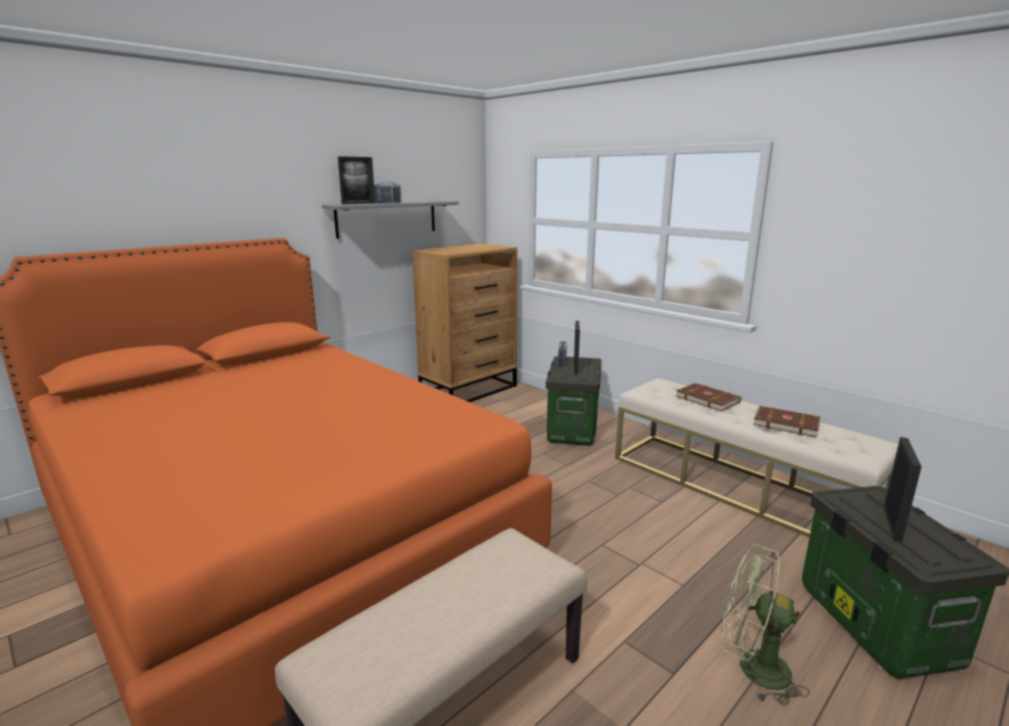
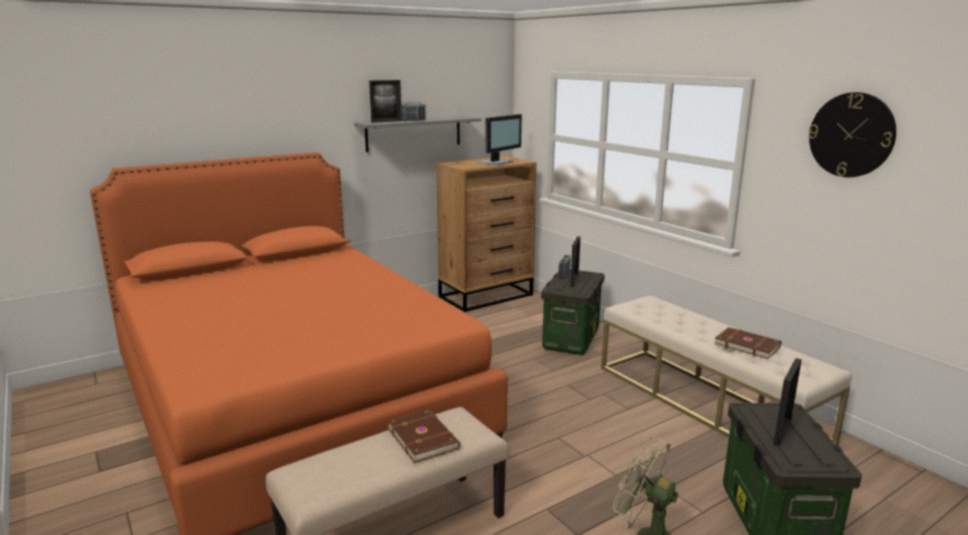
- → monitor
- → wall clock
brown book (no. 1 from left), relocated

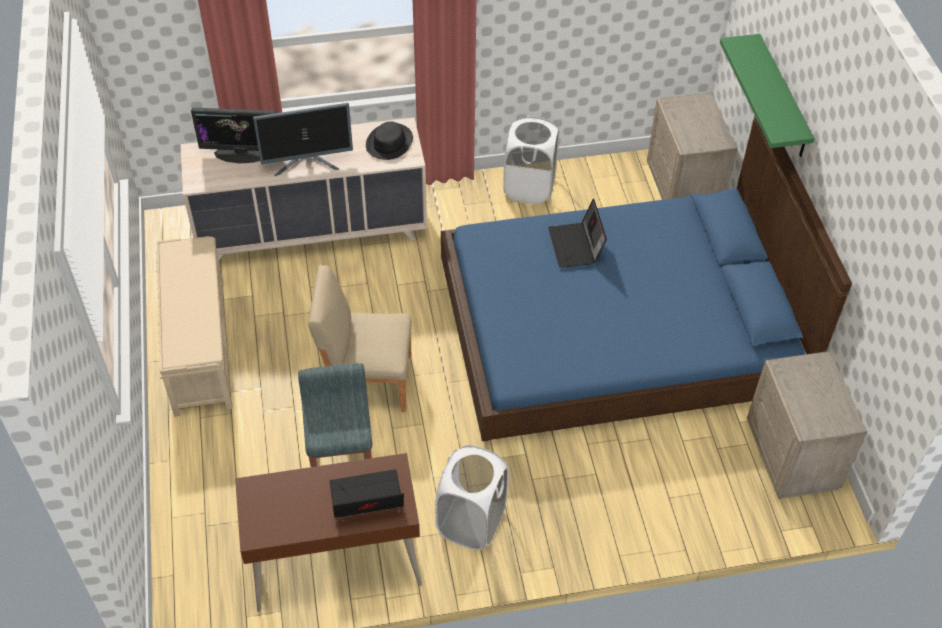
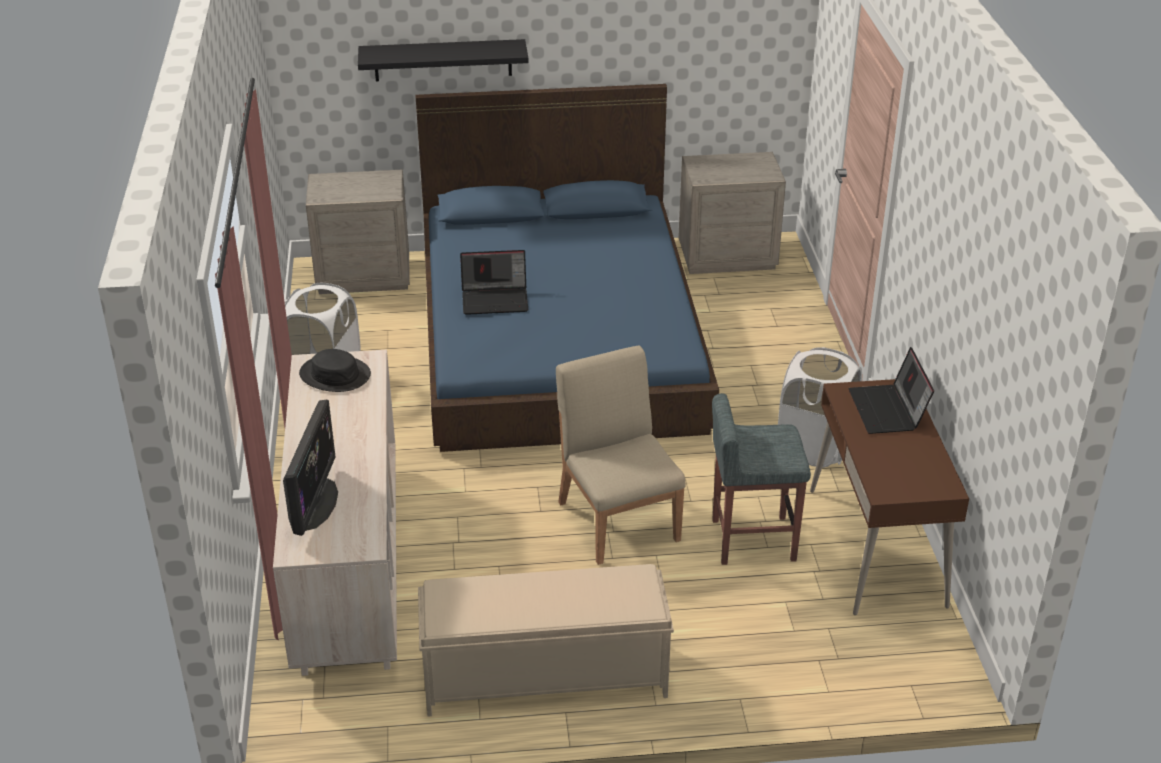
monitor (no. 2 from left) → -
green shelf → black shelf
beige chair, 150 degrees clockwise

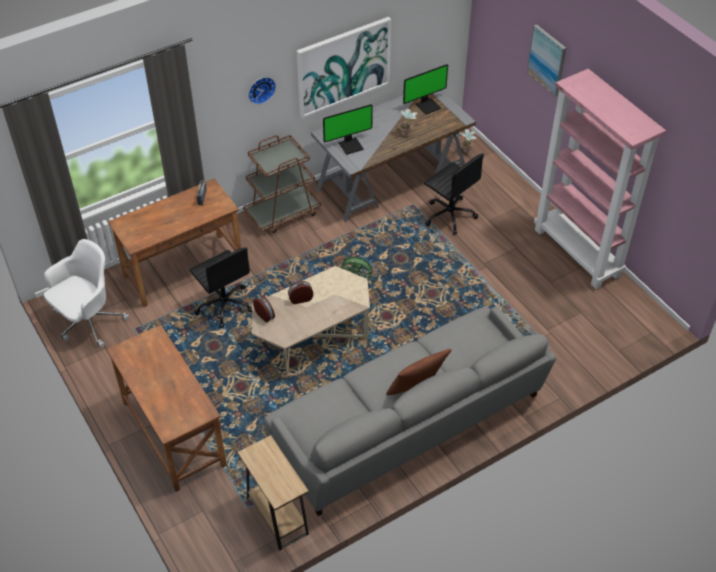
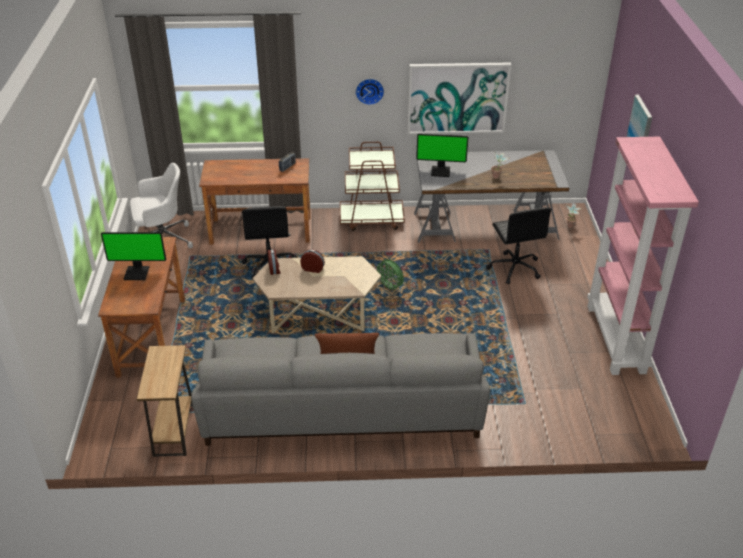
monitor (no. 2 from left in the first image) → monitor (no. 1 from left), relocated

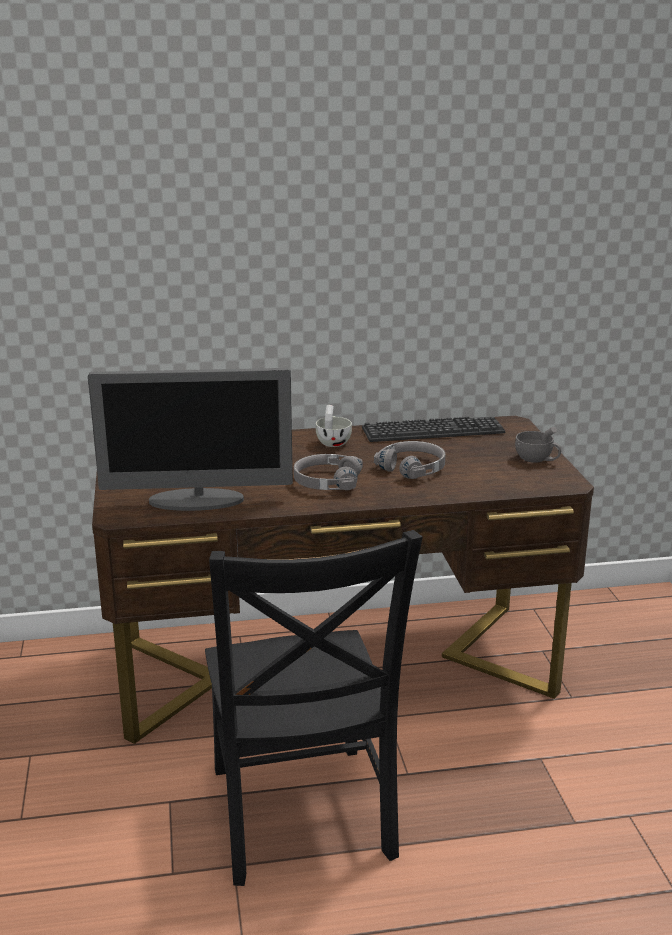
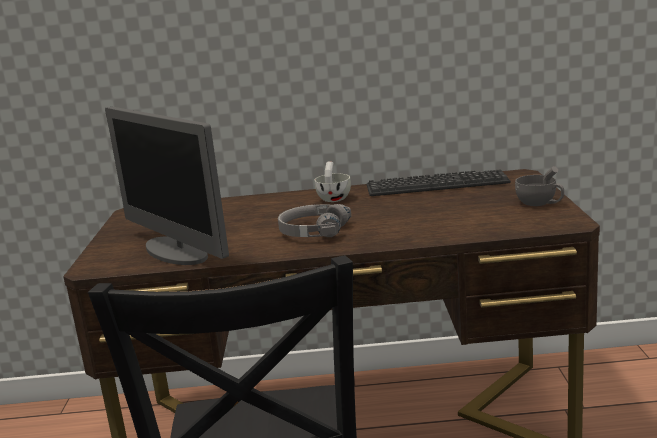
grey headphones (no. 2 from left) → -
monitor, 45 degrees clockwise

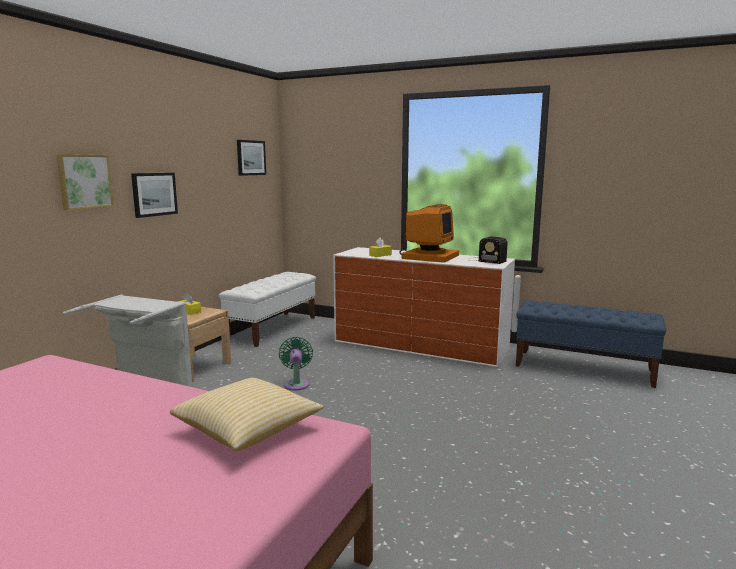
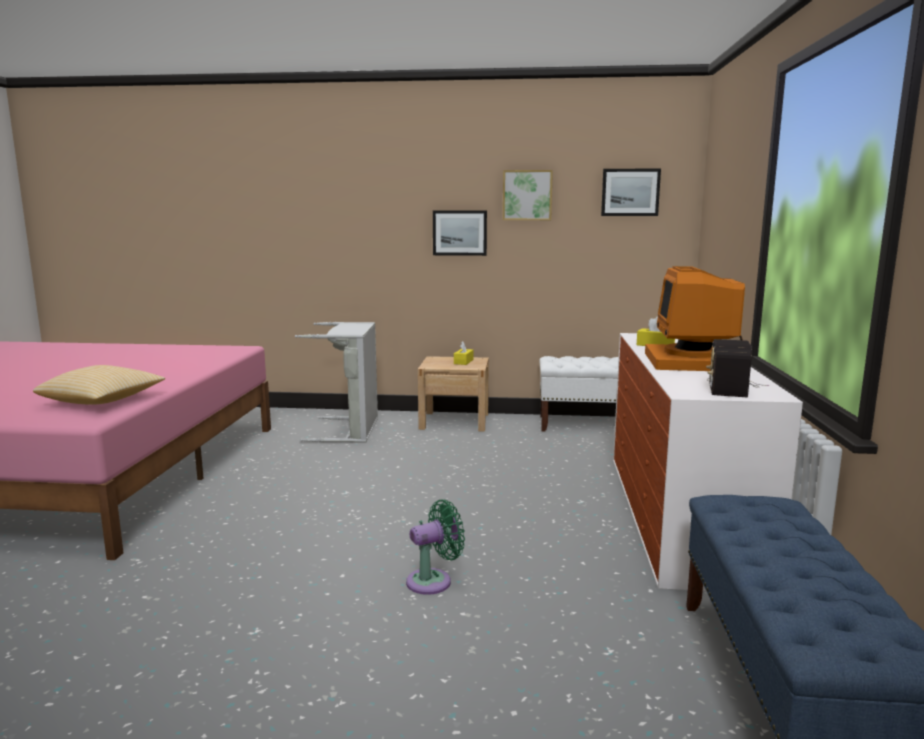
picture (no. 1 from left in the first image) → picture (no. 2 from left), relocated
green fan, relocated
monitor, 90 degrees clockwise

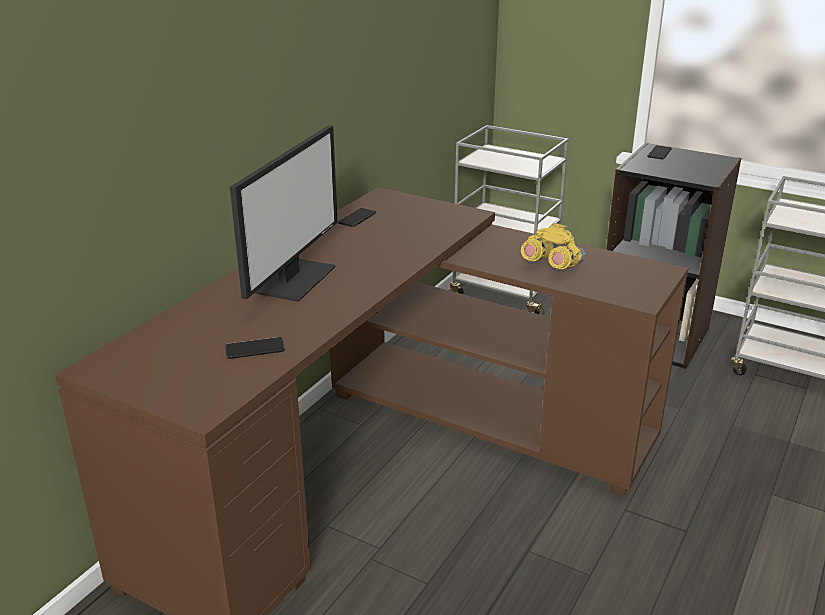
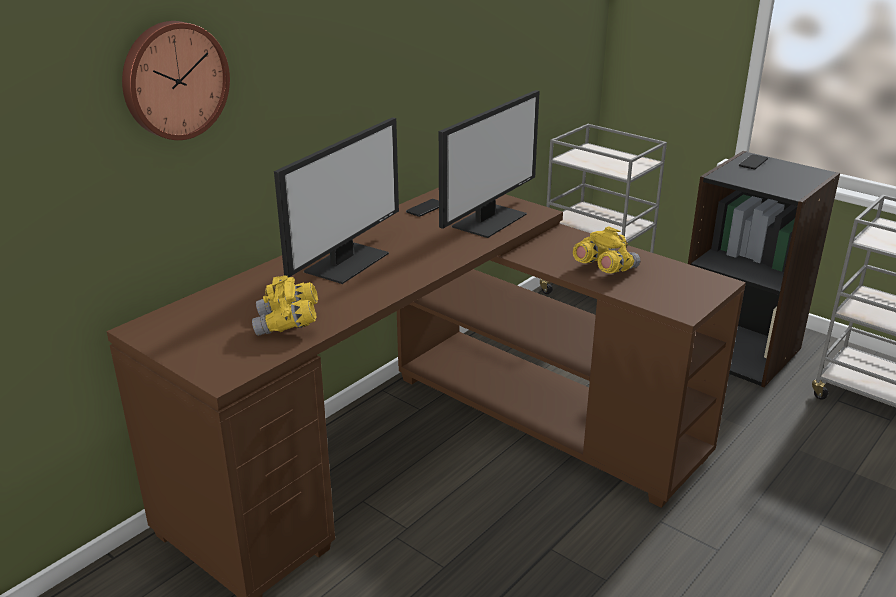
- → wall clock
- → monitor (no. 2 from left)
phone (no. 1 from left) → yellow binoculars (no. 1 from left)

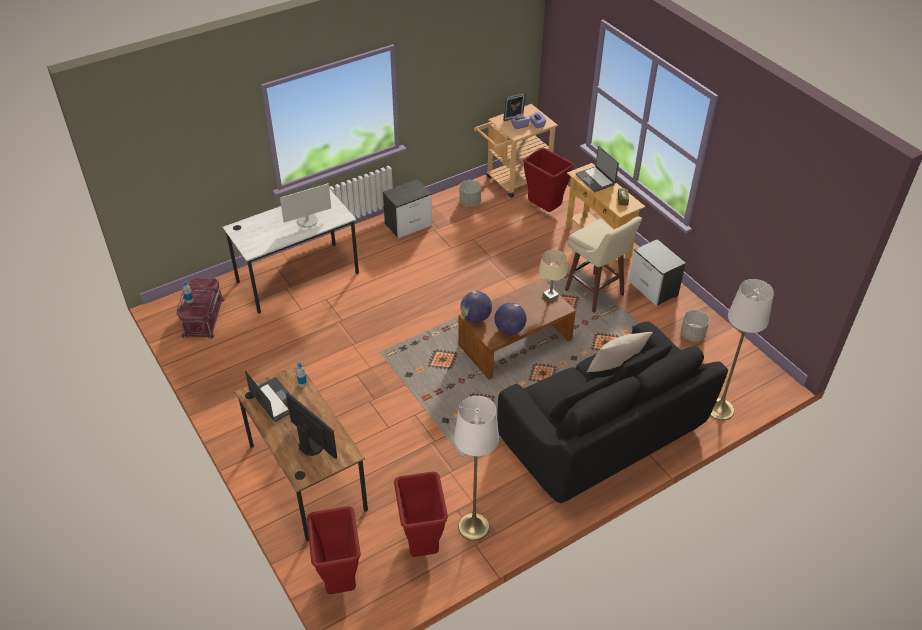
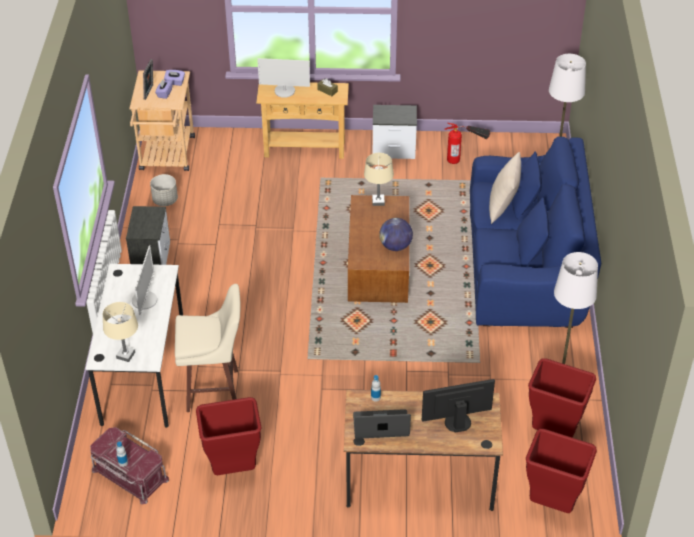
globe (no. 1 from left) → -
- → beige table lamp (no. 1 from left)
red trash can (no. 3 from left in the first image) → red trash can (no. 1 from left), relocated
beige stool, relocated
laptop (no. 2 from left) → monitor (no. 2 from left)
grey planter (no. 2 from left) → fire extinguisher
black sofa → blue sofa

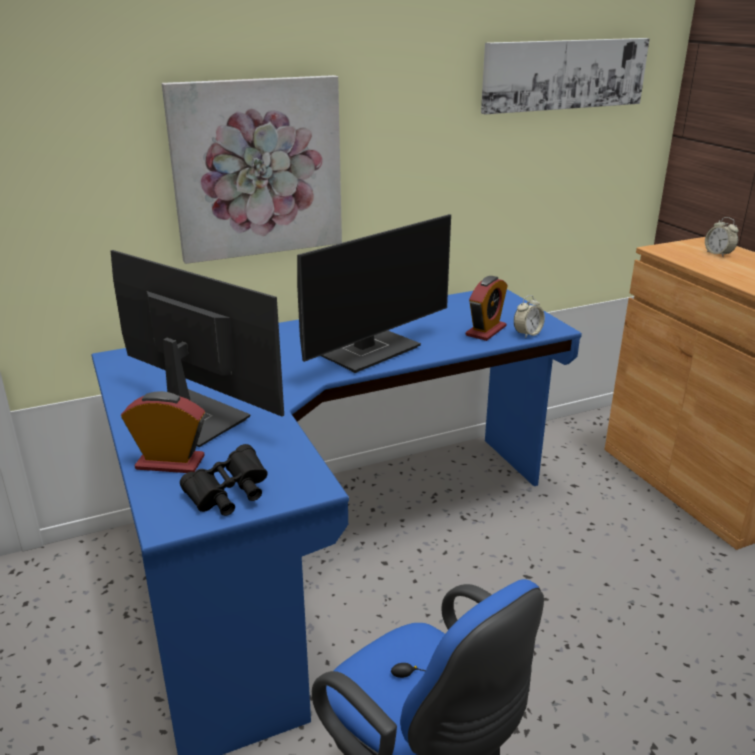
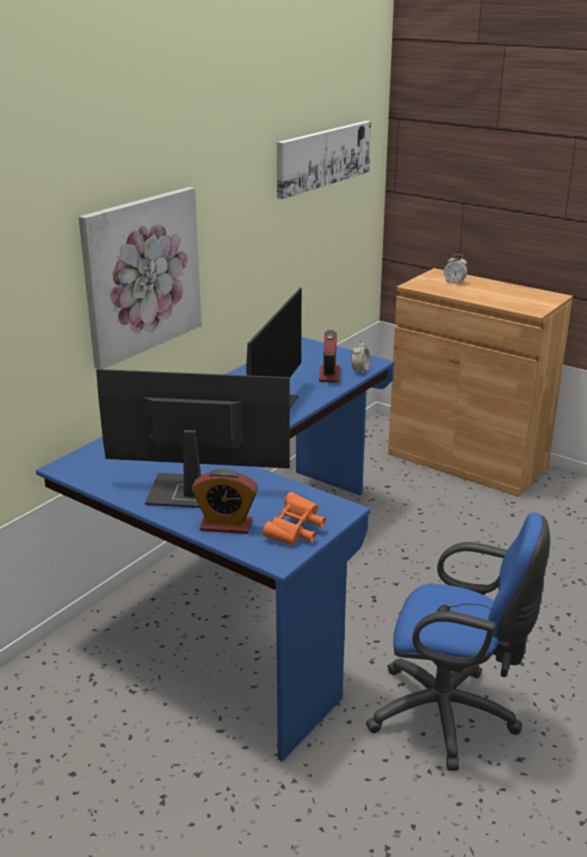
black binoculars → orange binoculars
alarm clock (no. 1 from left), 150 degrees counterclockwise

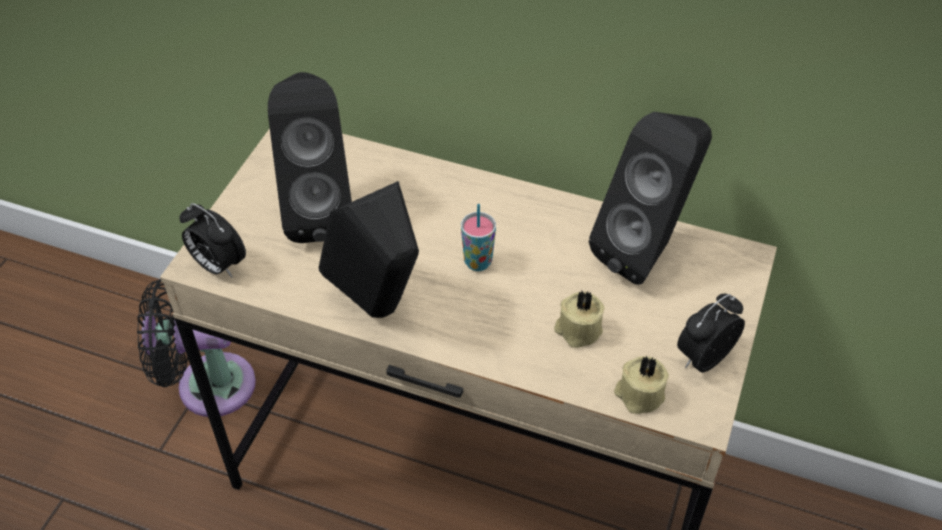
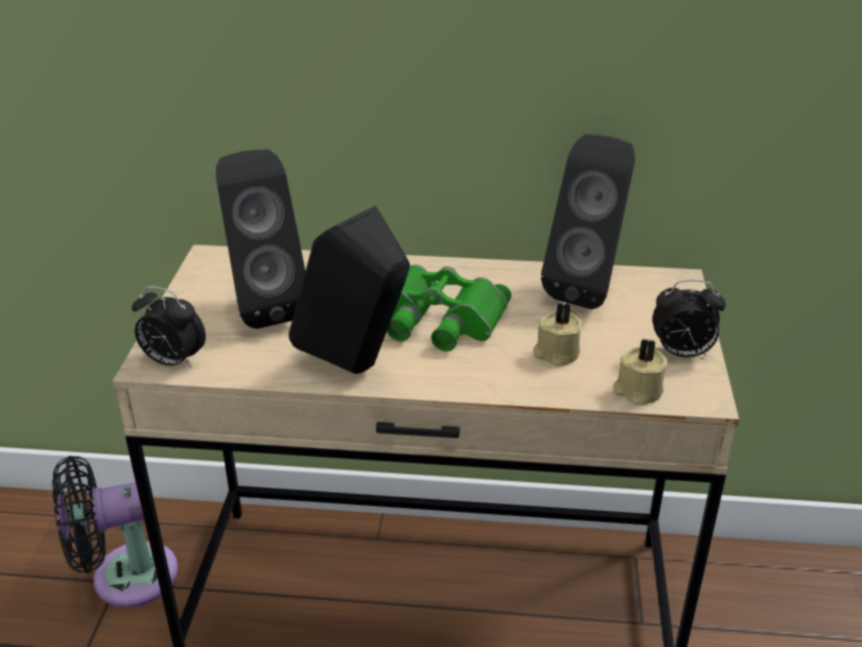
cup → green binoculars
alarm clock (no. 2 from left), 120 degrees counterclockwise

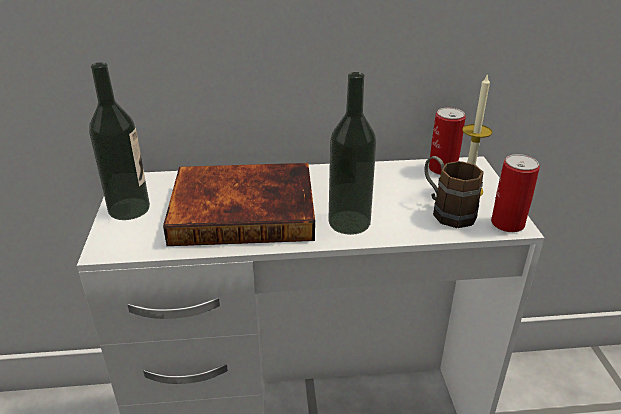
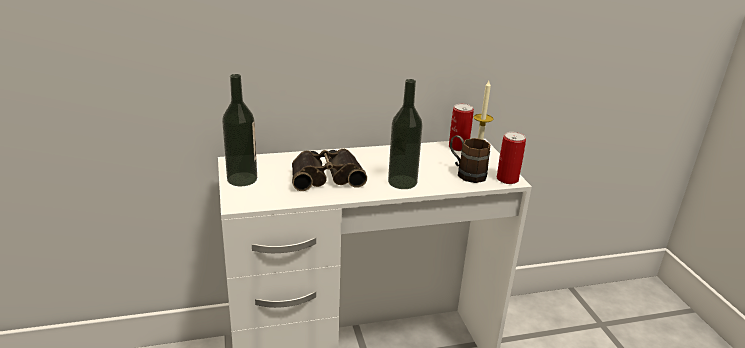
book → binoculars

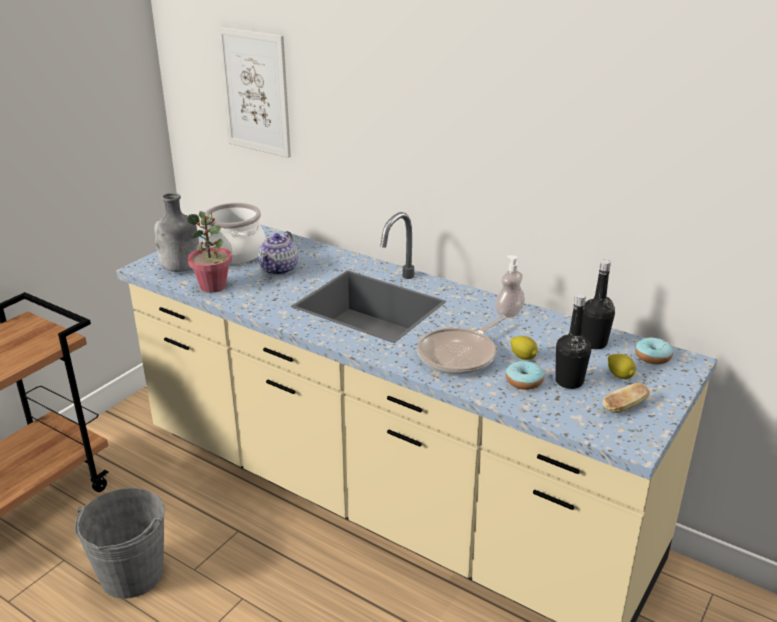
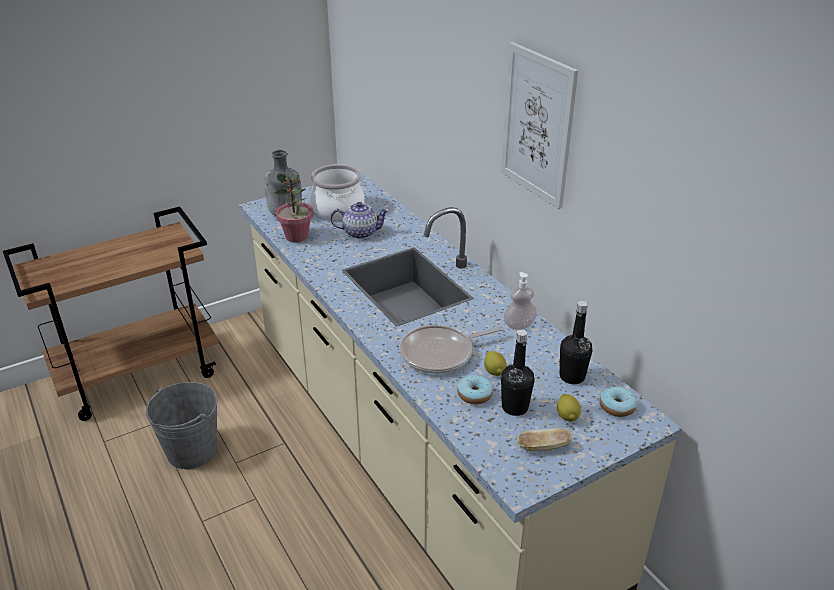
picture, relocated
teapot, 135 degrees counterclockwise

